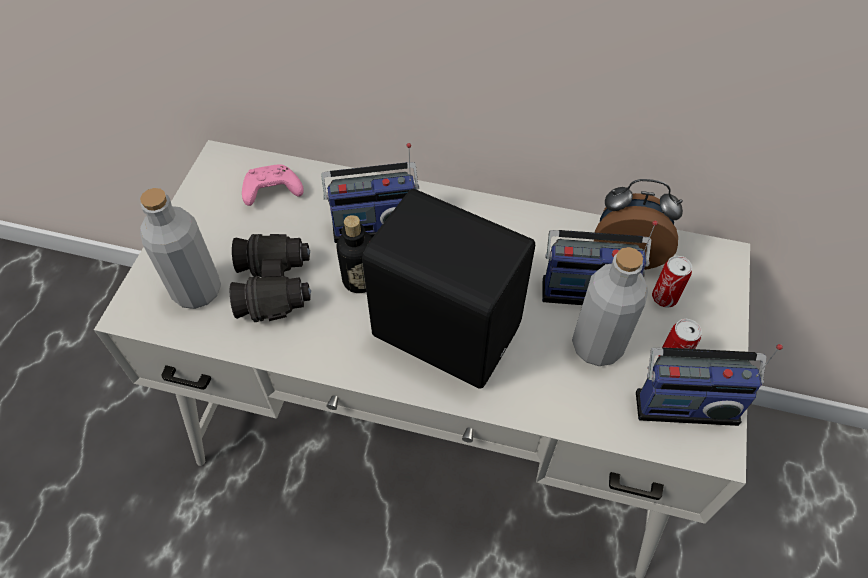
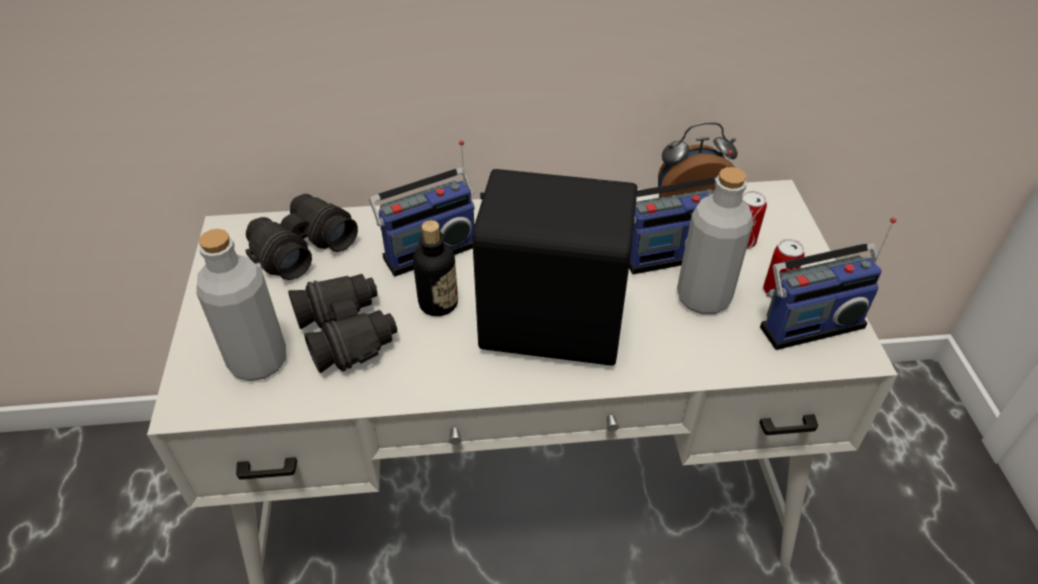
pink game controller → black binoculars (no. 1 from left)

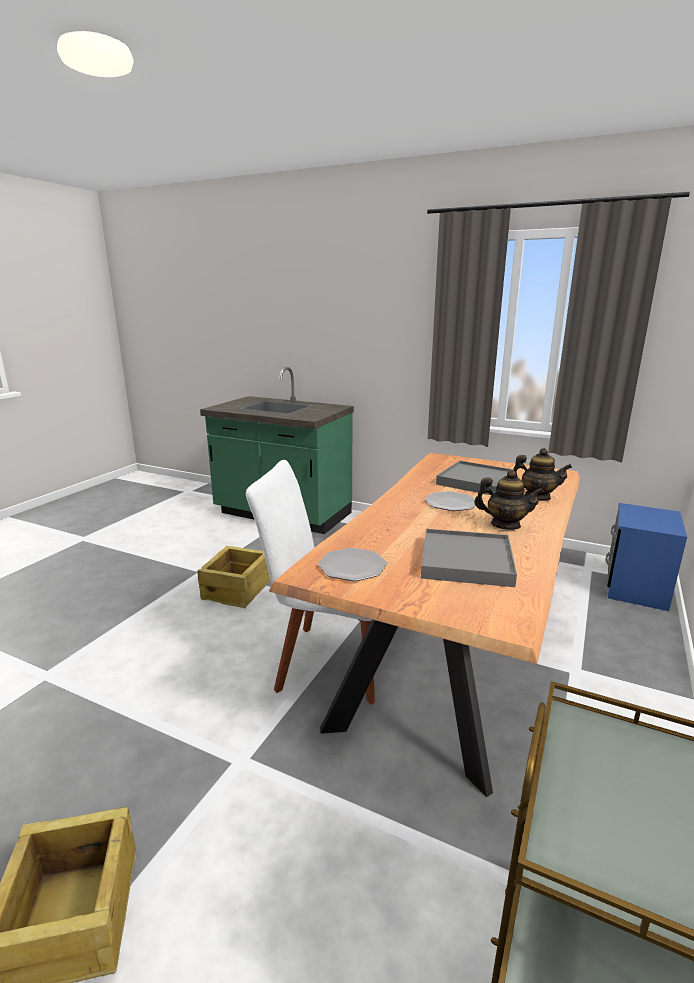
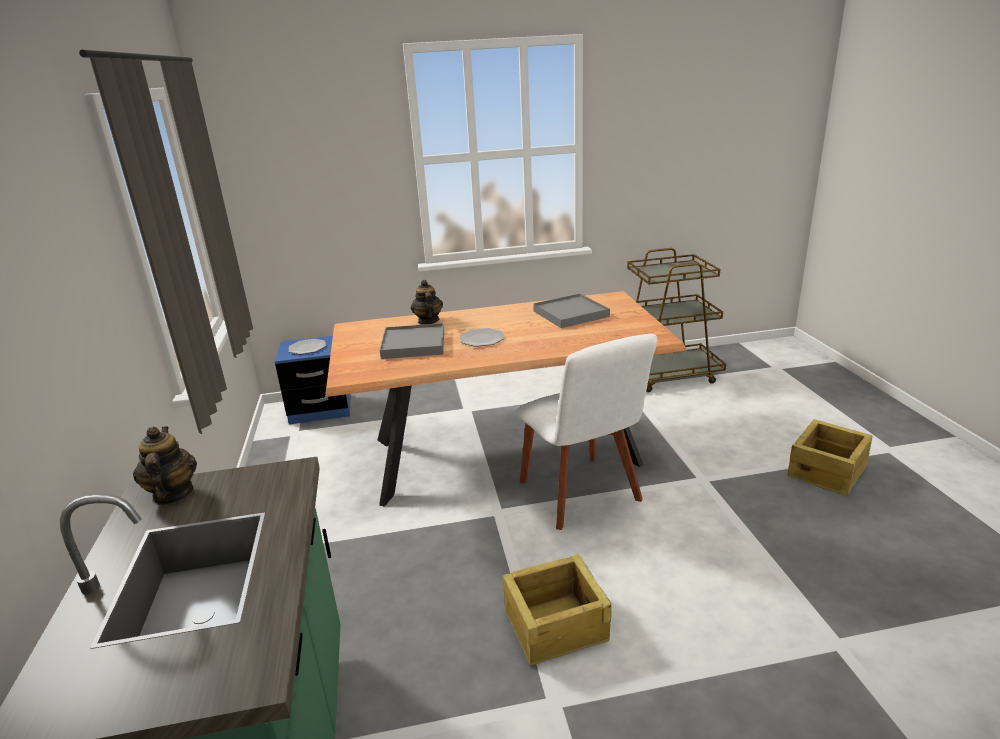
plate (no. 1 from left), relocated
teapot (no. 1 from left), relocated

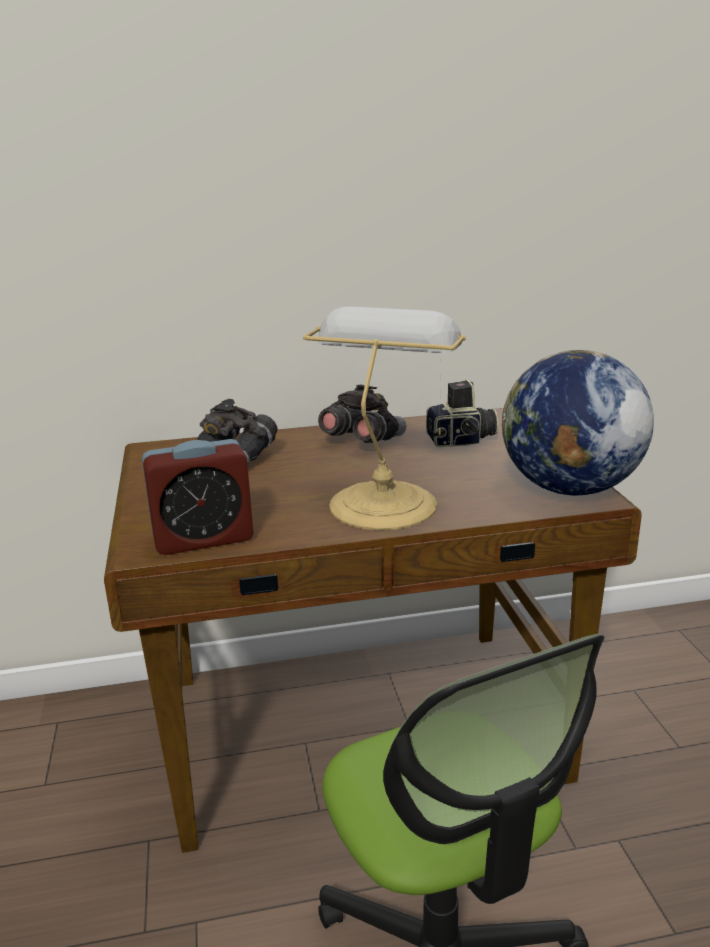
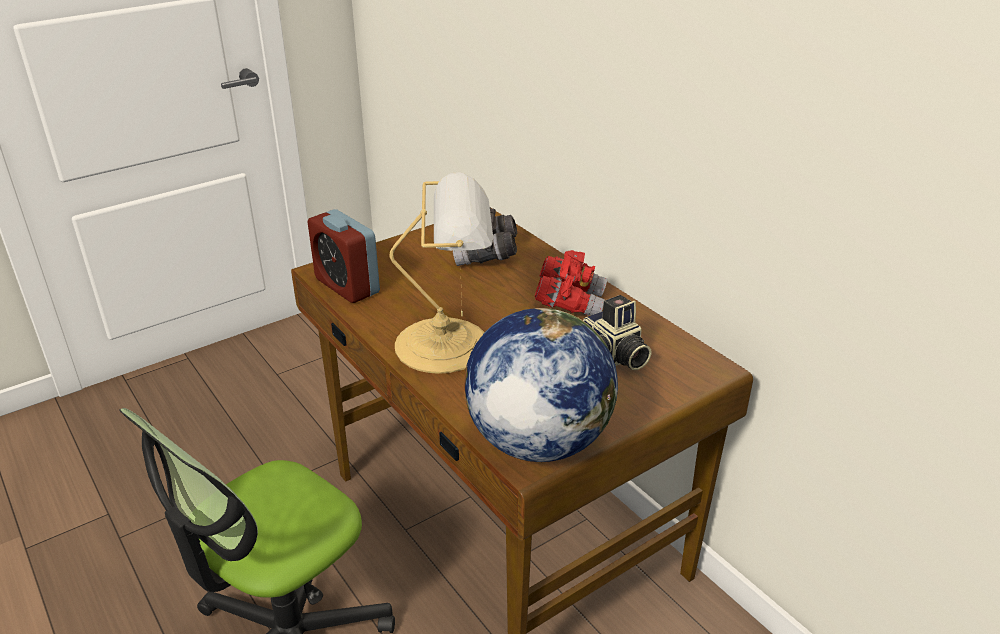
grey binoculars (no. 2 from left) → red binoculars

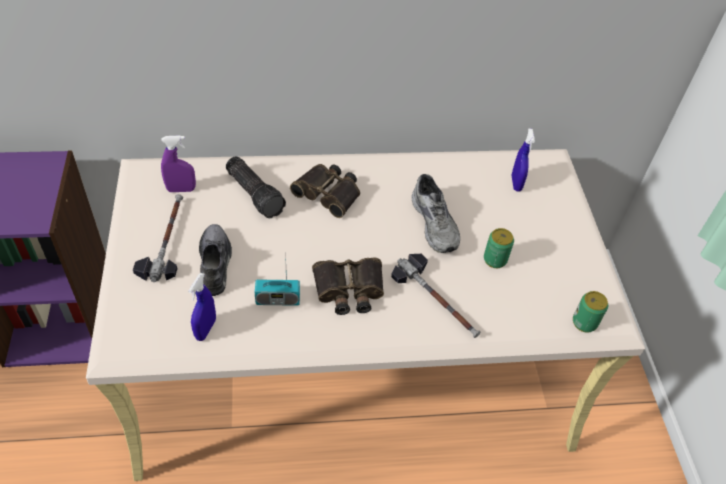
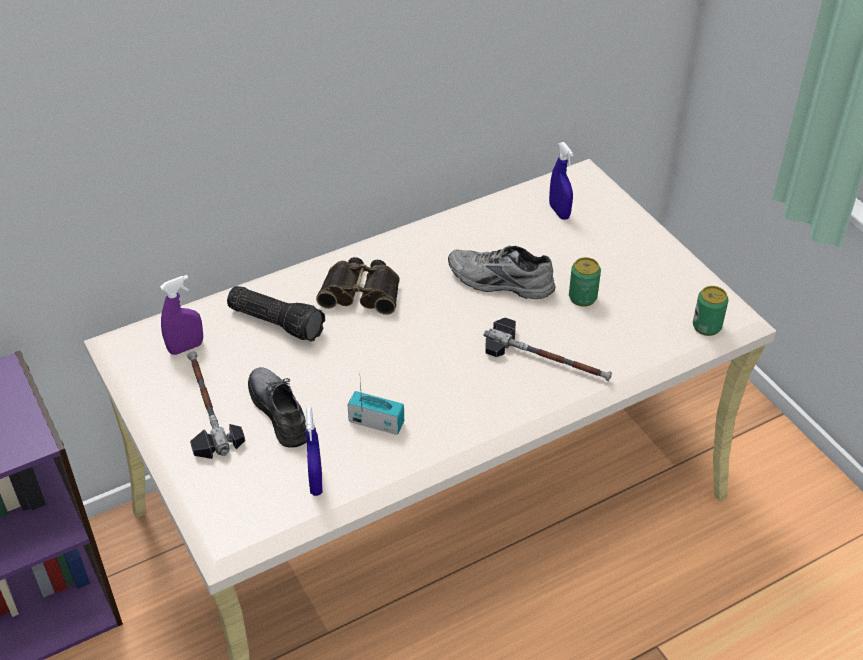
binoculars (no. 2 from left) → -
radio, 135 degrees counterclockwise
grey shoe (no. 2 from left), 150 degrees clockwise

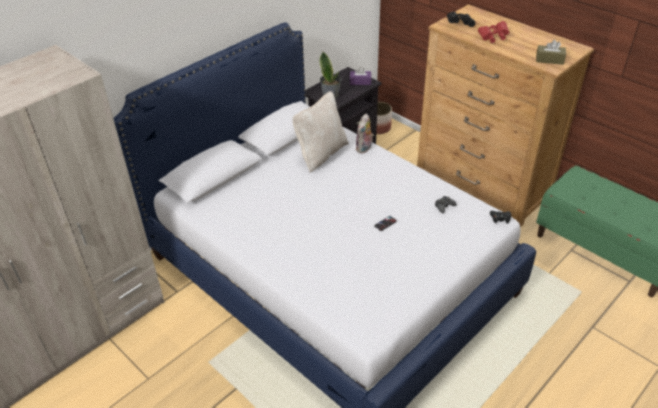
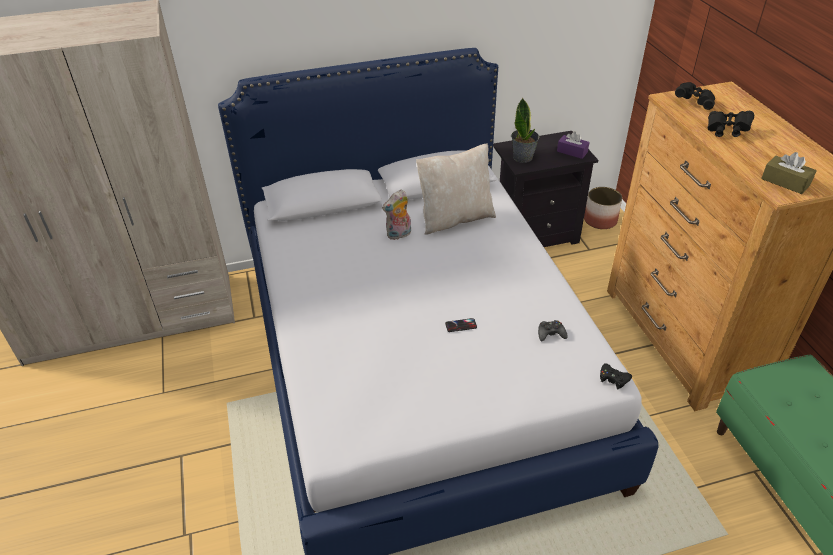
plush toy, relocated
red binoculars → black binoculars (no. 2 from left)

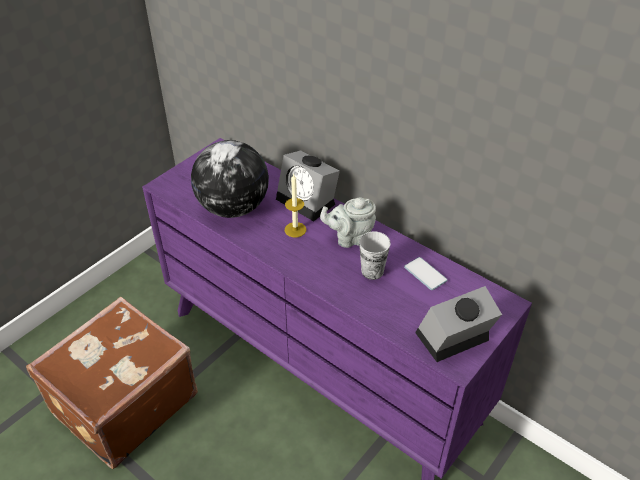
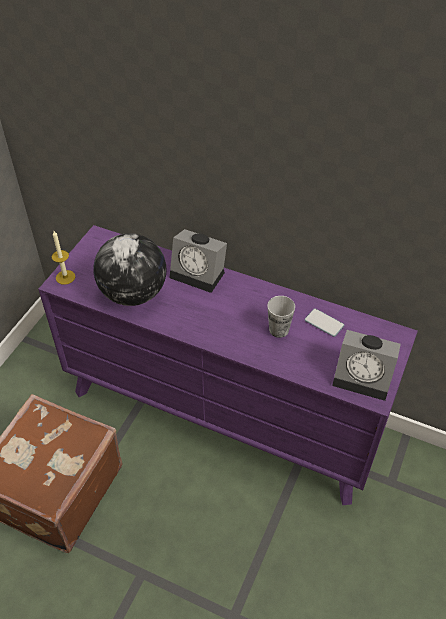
grey teapot → -
candle, relocated
alarm clock (no. 2 from left), 120 degrees counterclockwise

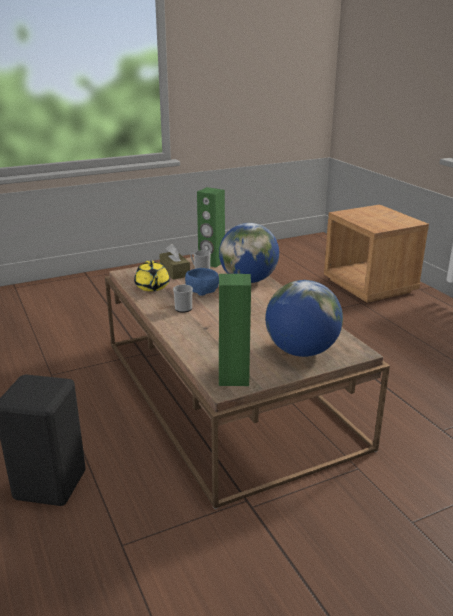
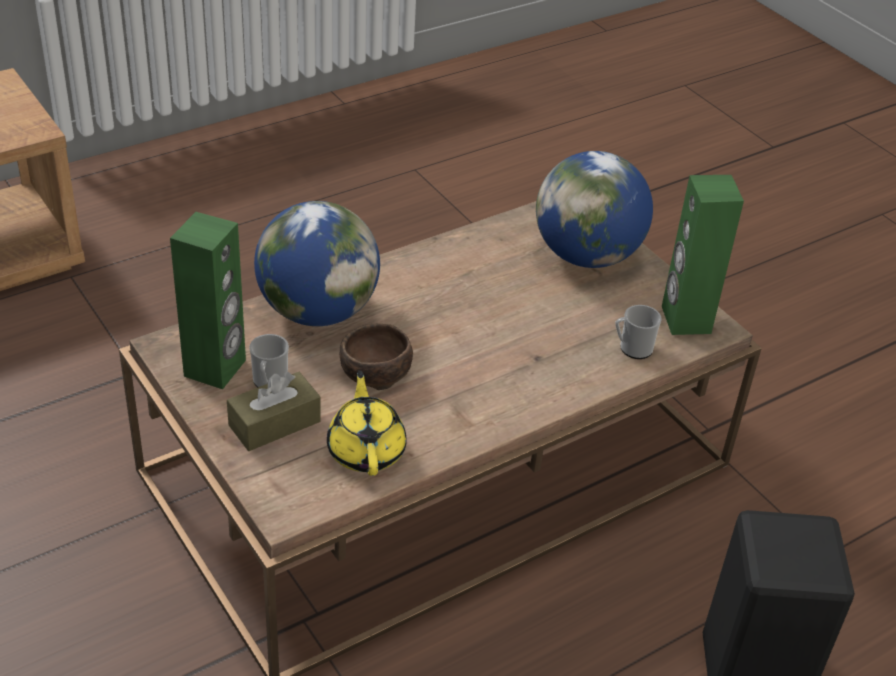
mug (no. 1 from left in the first image) → mug (no. 2 from left), relocated
blue bowl → brown bowl
yellow teapot, 75 degrees counterclockwise

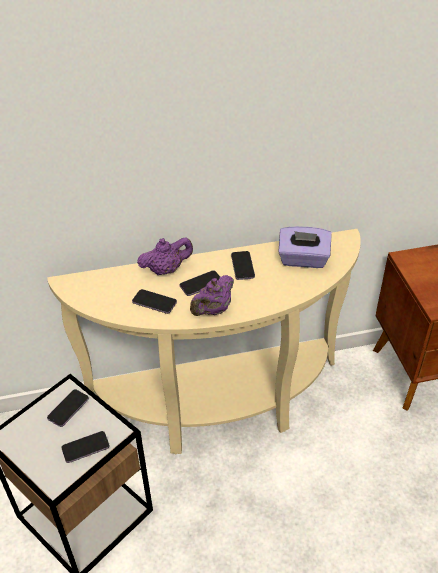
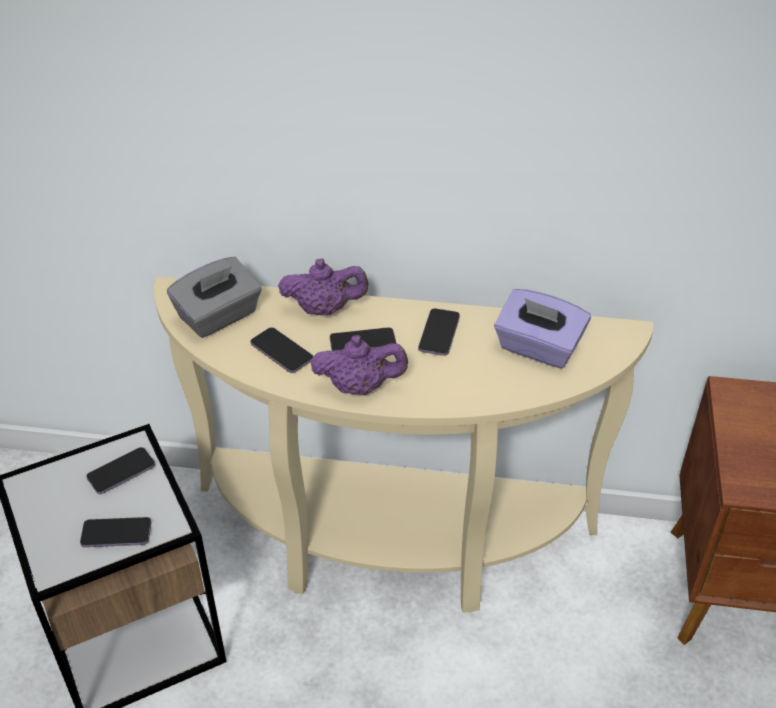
- → grey tissue box
purple teapot (no. 2 from left), 150 degrees counterclockwise

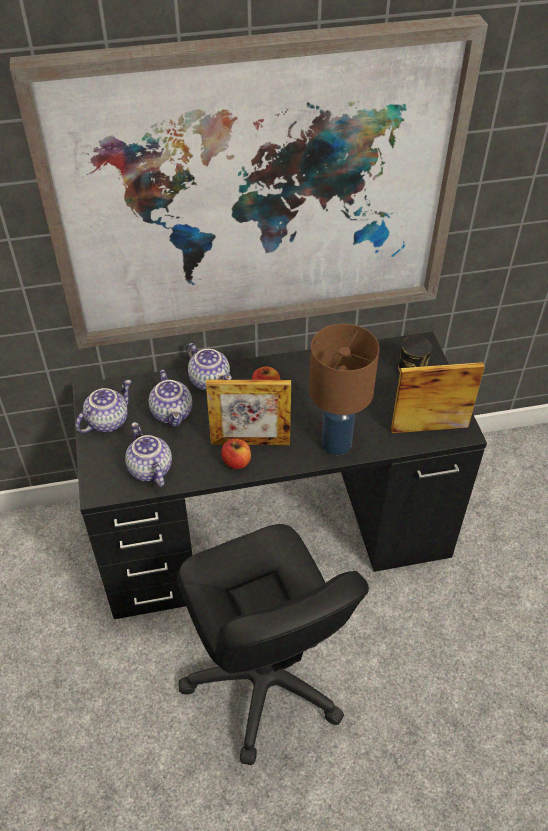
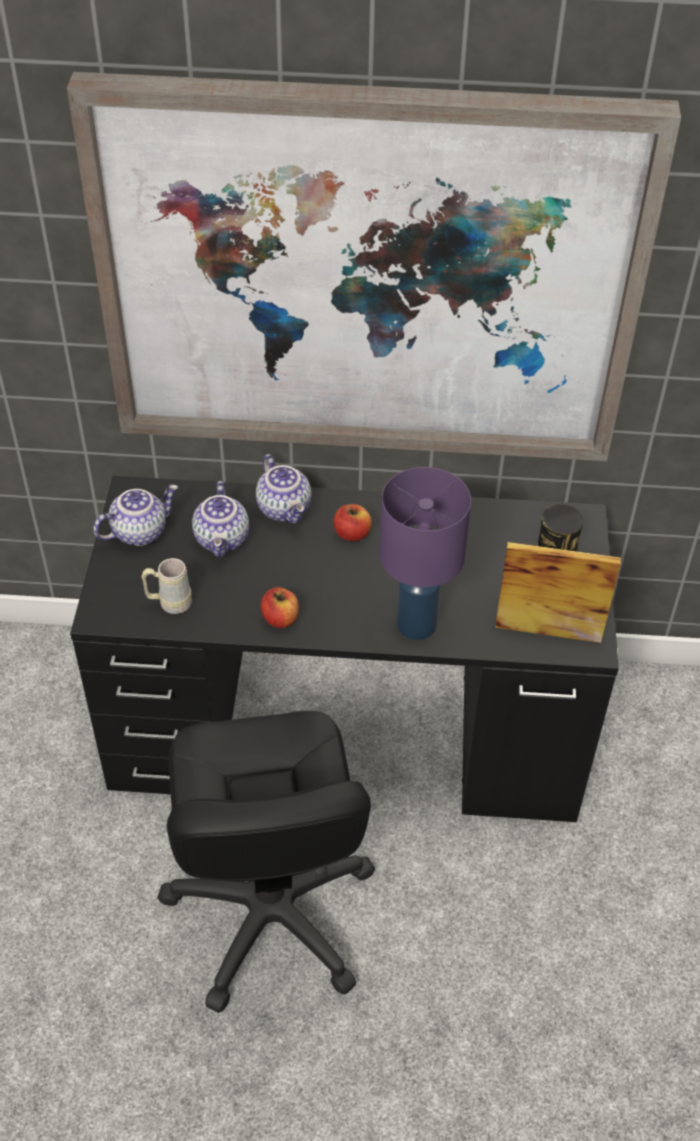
picture frame (no. 1 from left) → -
teapot (no. 2 from left) → beige mug
brown table lamp → purple table lamp

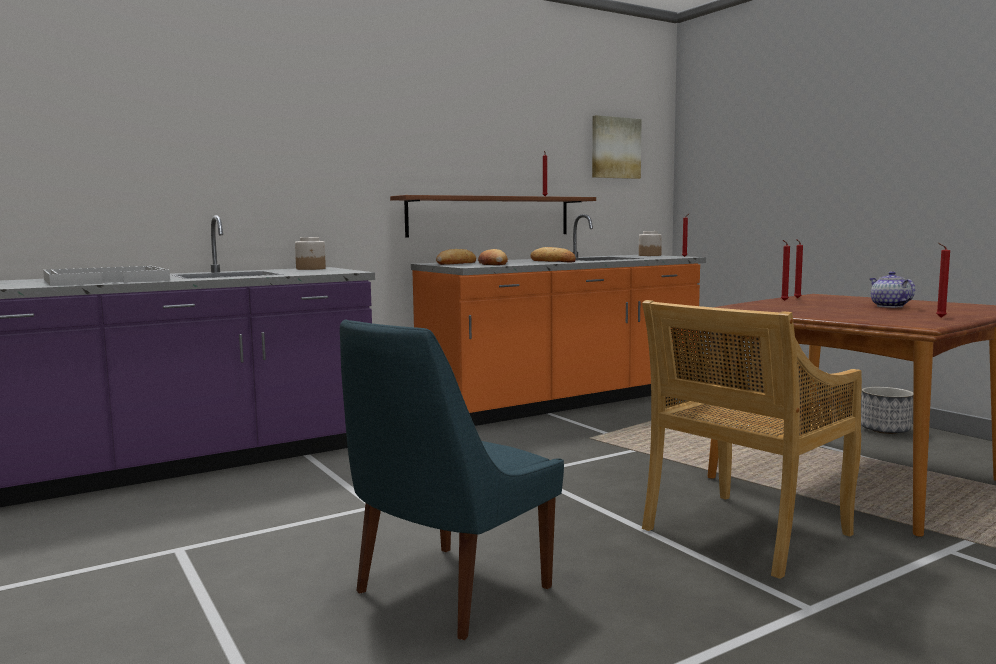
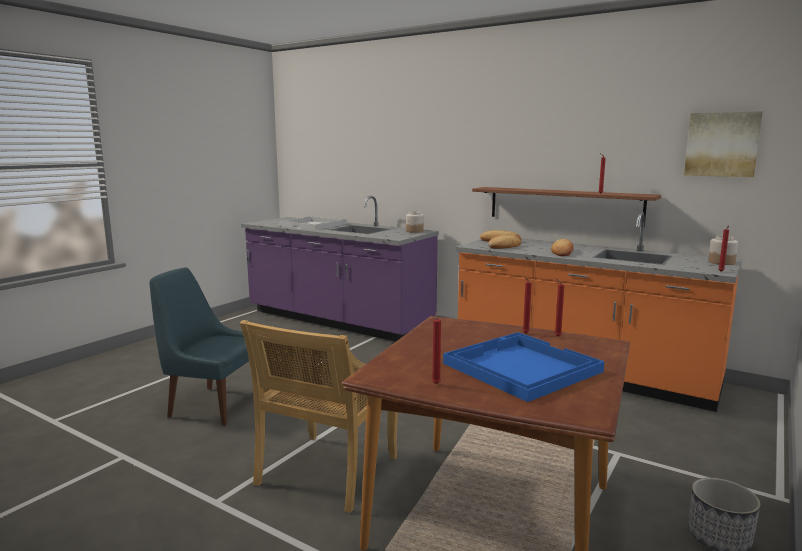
teapot → blue tray
beige chair, 90 degrees counterclockwise

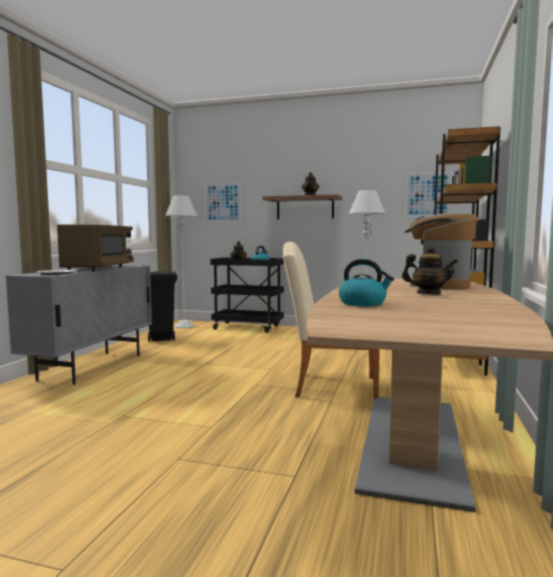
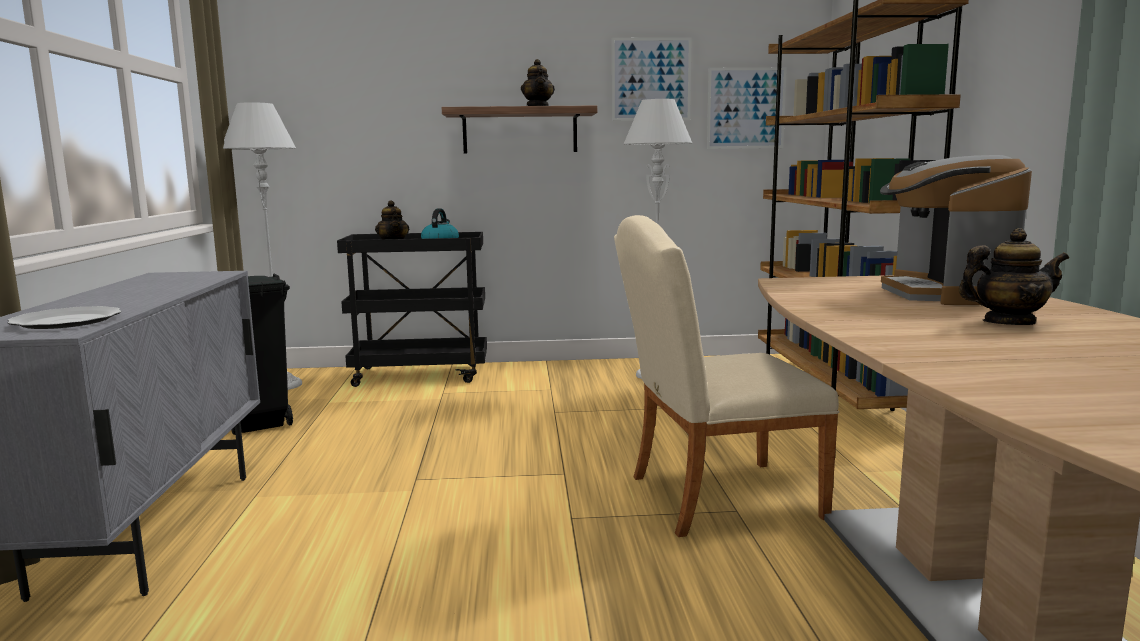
brown microwave → -
kettle (no. 2 from left) → -
picture (no. 1 from left), relocated

